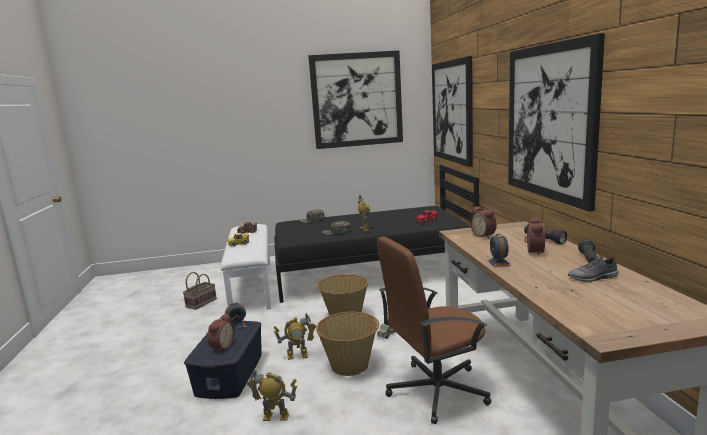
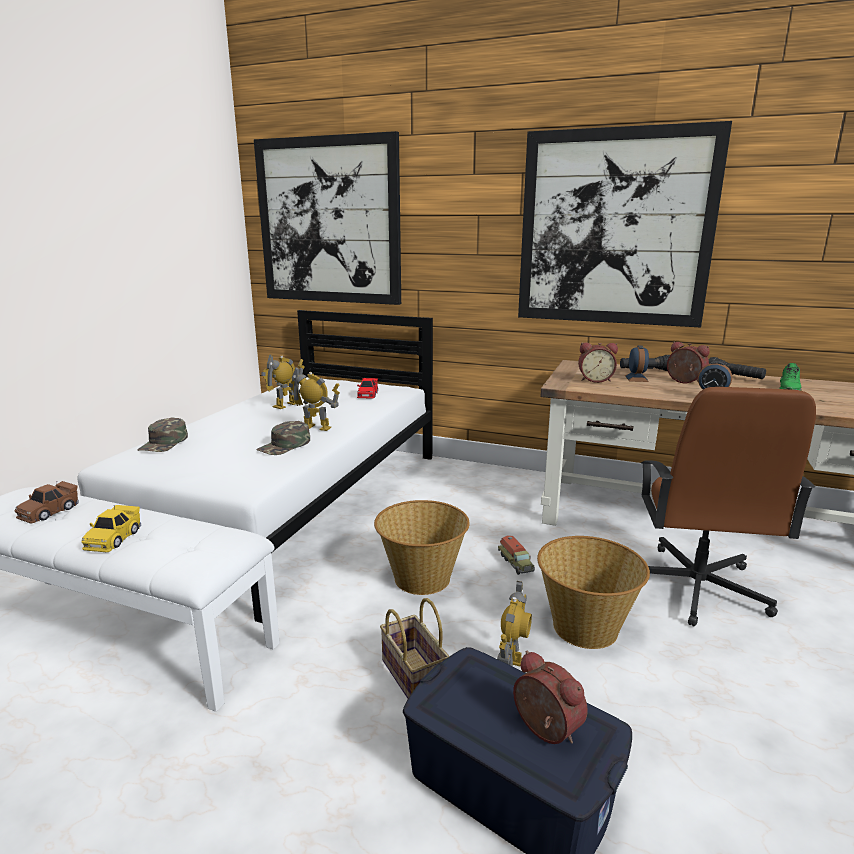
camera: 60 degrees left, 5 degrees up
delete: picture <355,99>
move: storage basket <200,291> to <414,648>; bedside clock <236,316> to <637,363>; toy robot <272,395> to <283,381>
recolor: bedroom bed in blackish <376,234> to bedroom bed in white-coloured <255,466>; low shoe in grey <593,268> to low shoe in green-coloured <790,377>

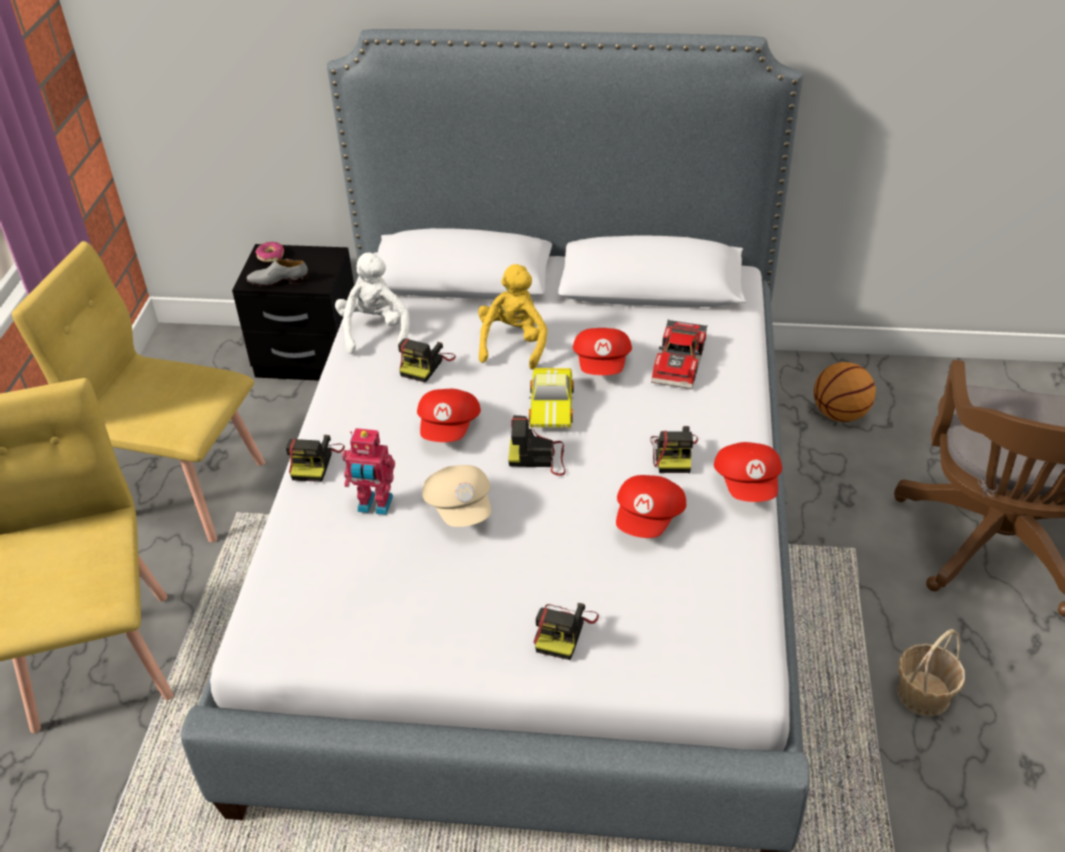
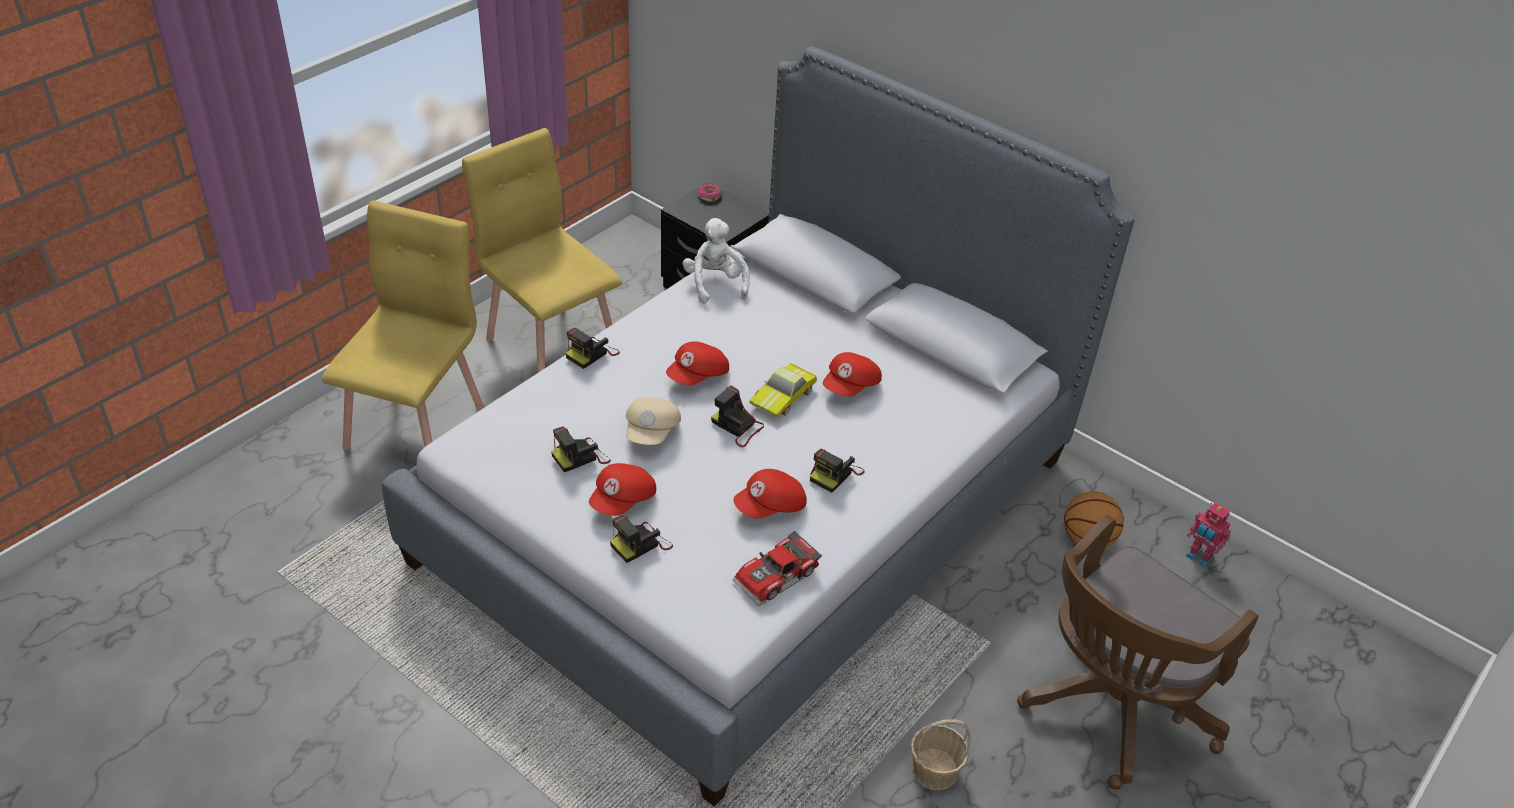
camera: 30 degrees right, 0 degrees up
delete: low shoe in grey <278,272>; plush toy in yellow <512,316>
move: model car <679,354> to <777,568>; still camera <427,360> to <581,449>; toy robot <368,471> to <1208,535>; baseball cap in reddish <748,472> to <622,489>
rotate: plush toy in white-coloured <372,303> = <716,261> 45 degrees counterclockwise

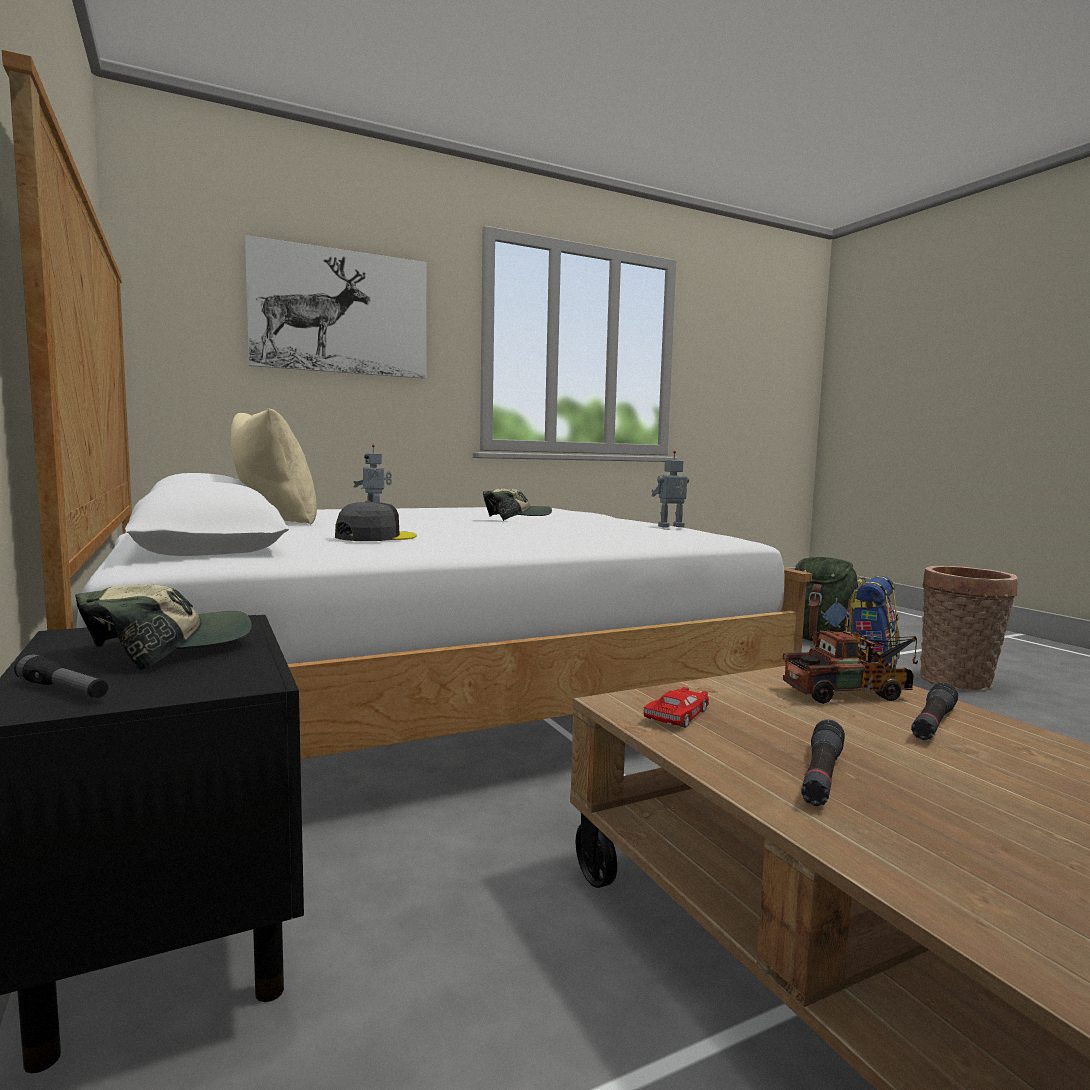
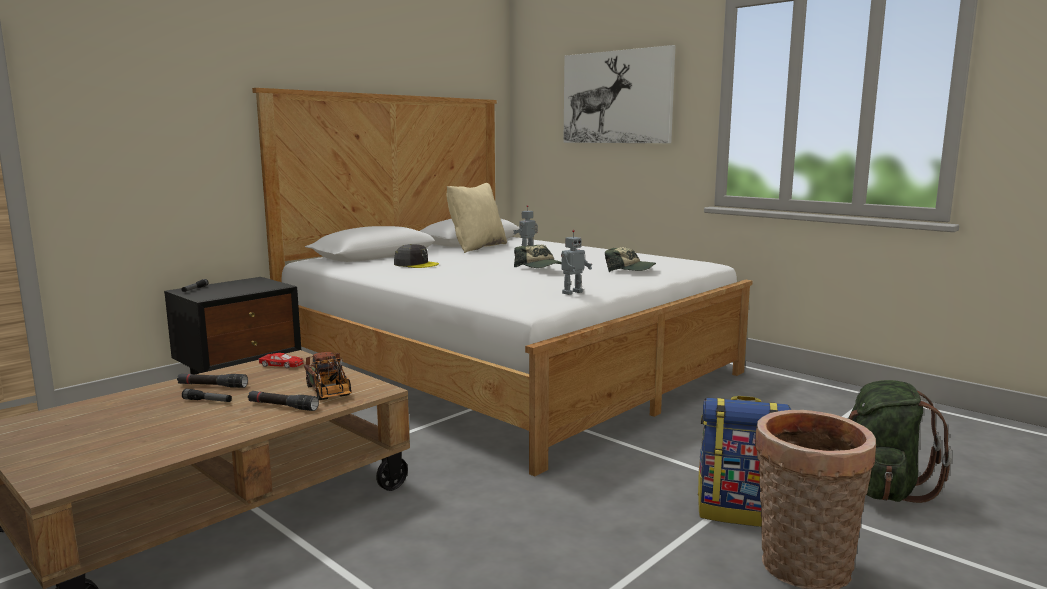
camera: 70 degrees right, 5 degrees up
insert: torch <207,395>
move: baseball cap <163,627> to <630,259>
rotate: toy robot <670,489> = <576,262> 90 degrees clockwise

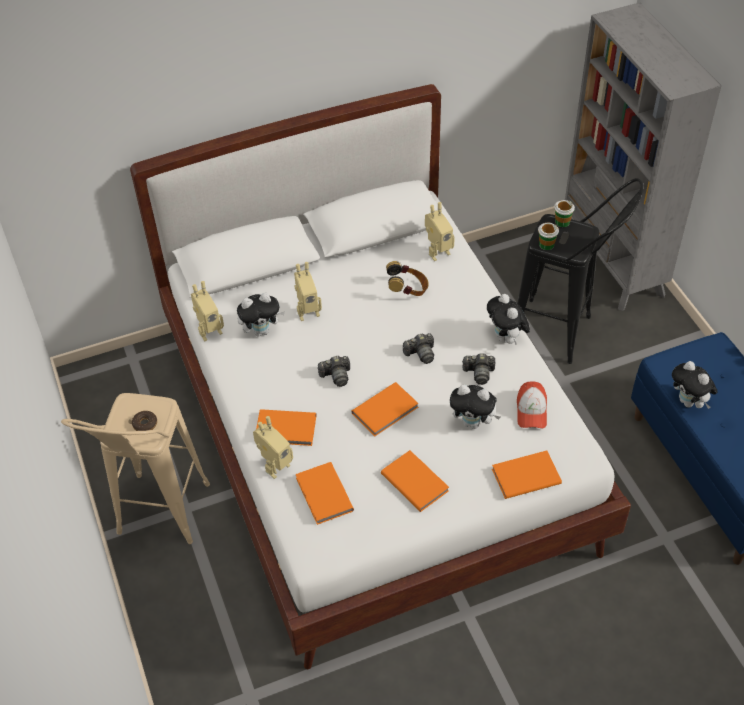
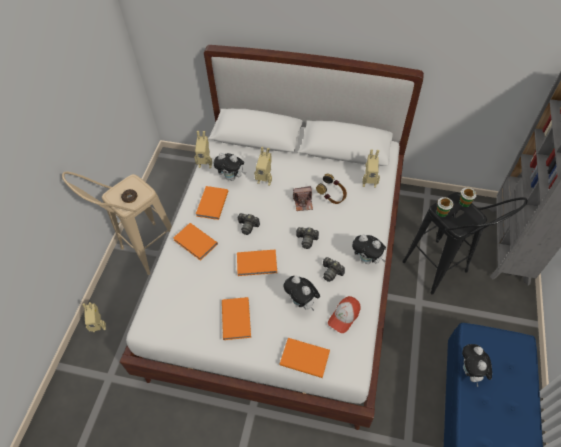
camera: 35 degrees right, 5 degrees up
insert: still camera <303,198>
move: toy robot <273,447> to <94,317>; book in orange-coloured <324,493> to <212,203>
rotate: plush toy <508,319> = <369,249> 75 degrees counterclockwise

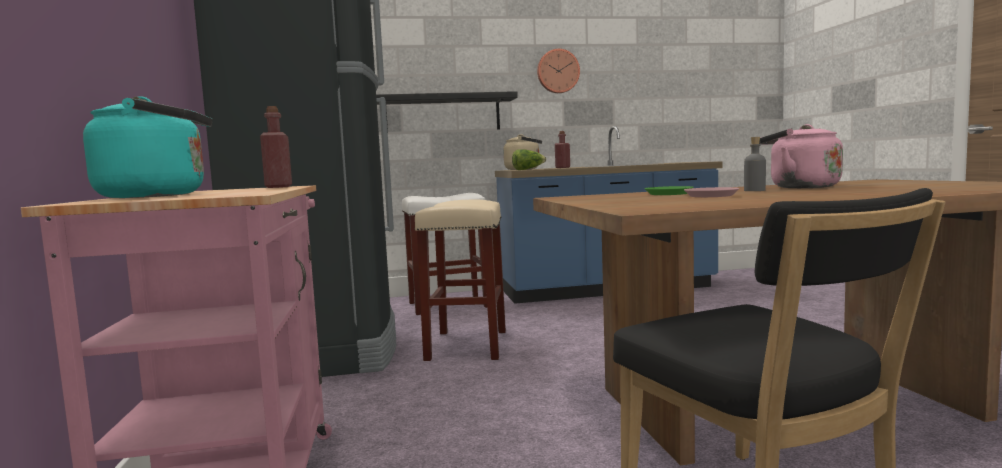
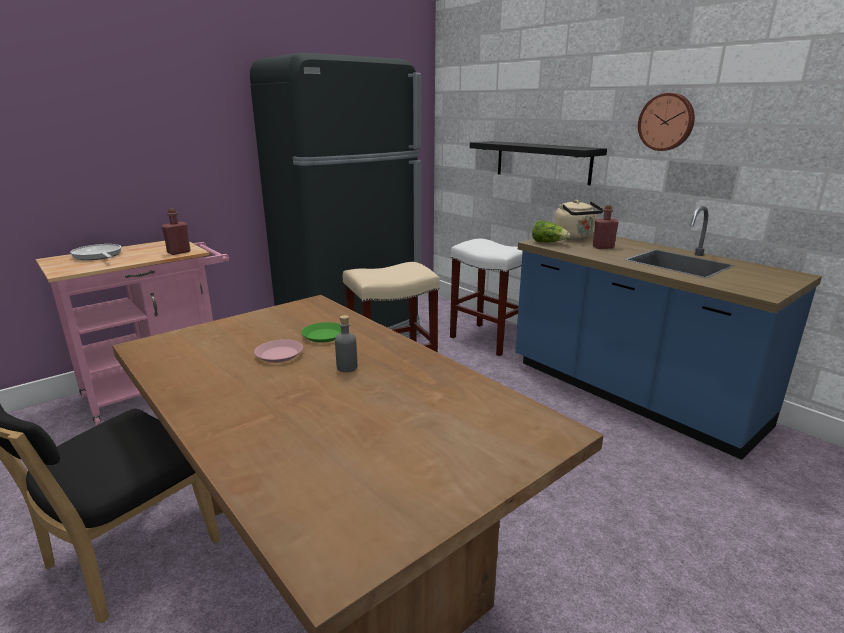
camera: 60 degrees right, 15 degrees up
delete: tea kettle in pink <801,156>
replace: tea kettle in turquoise-coloured <147,147> to pan <95,252>

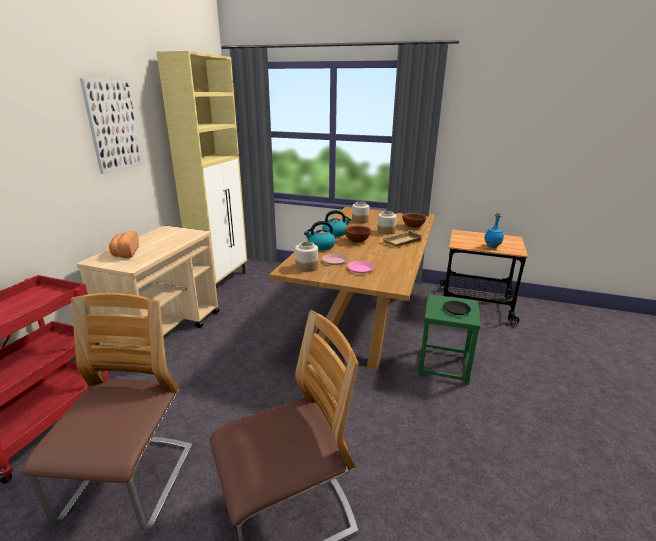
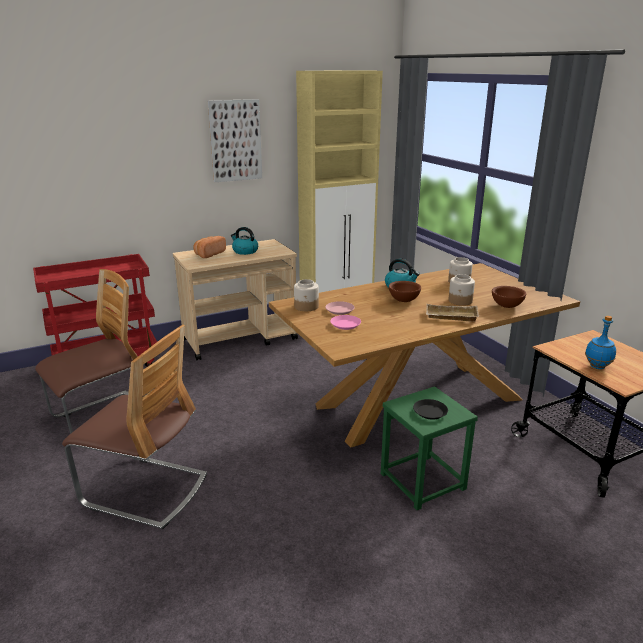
camera: 45 degrees right, 0 degrees up
move: tea kettle <320,235> to <244,241>

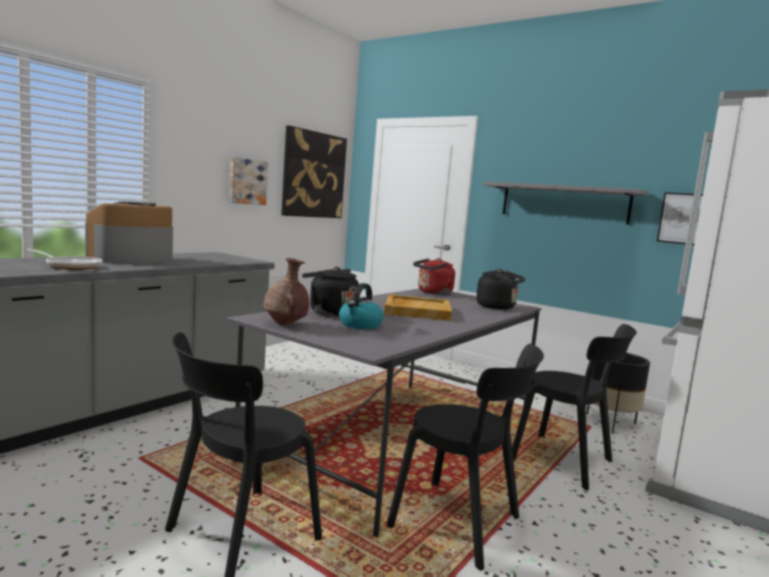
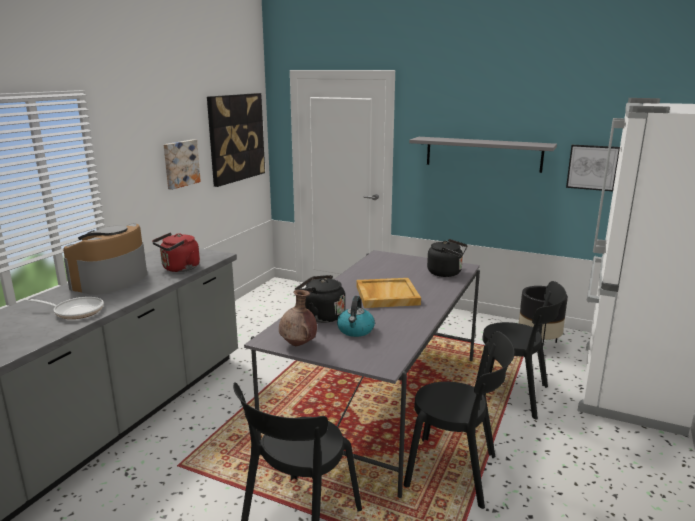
camera: 10 degrees left, 10 degrees up
move: tea kettle in reddish <434,276> to <176,252>

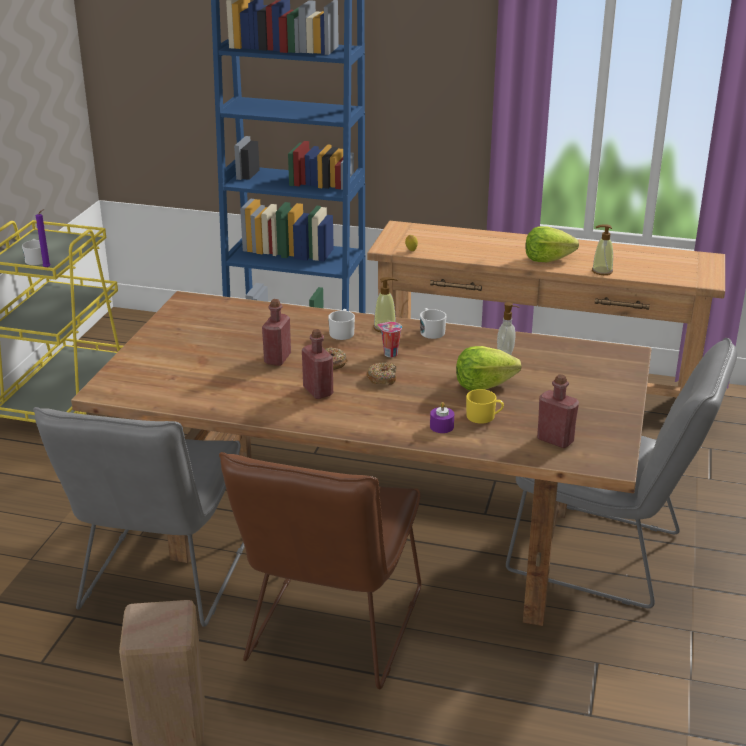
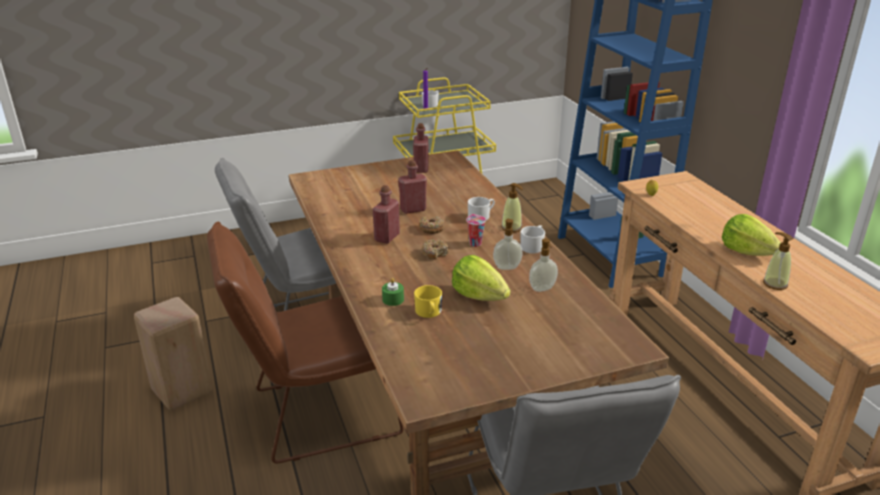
camera: 55 degrees right, 0 degrees up
insert: soap dispenser <508,244>
move: beverage bottle in reddish <558,411> to <421,148>
recolor: wax candle in purple <442,417> to wax candle in green-coloured <393,292>

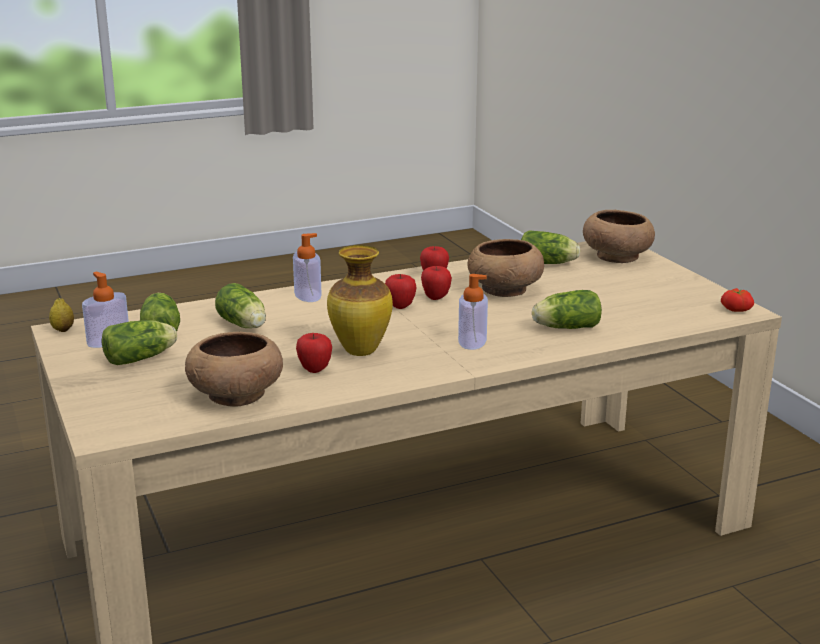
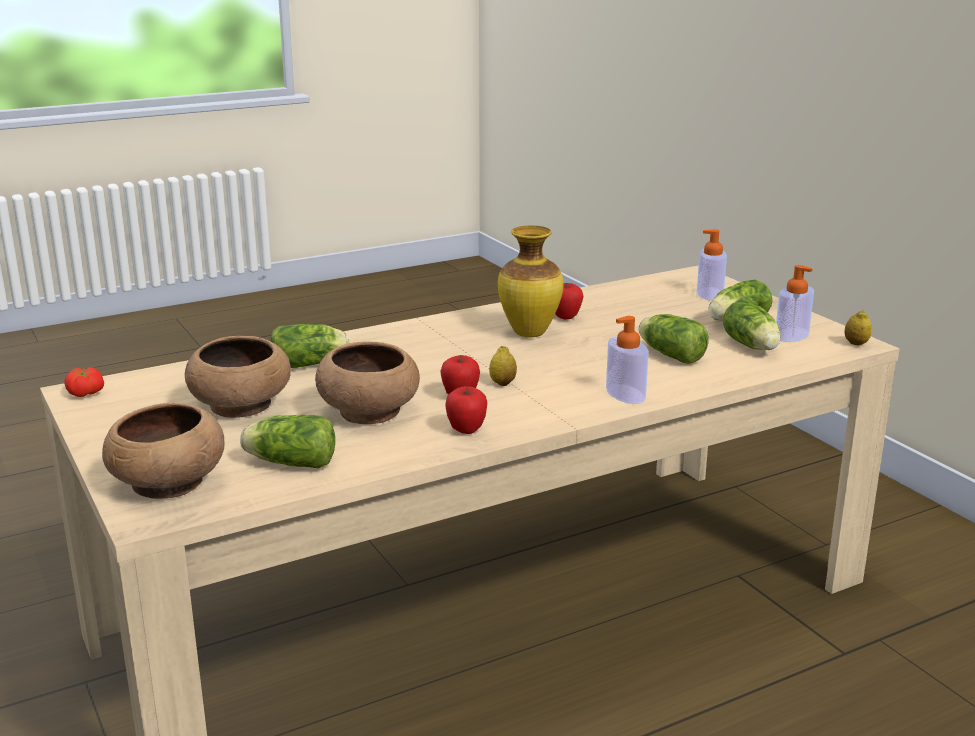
camera: 175 degrees right, 0 degrees up
move: soap dispenser <473,312> to <712,265>; deep dish in brownish <234,369> to <238,377>
replace: apple <401,291> to lemon <503,366>

